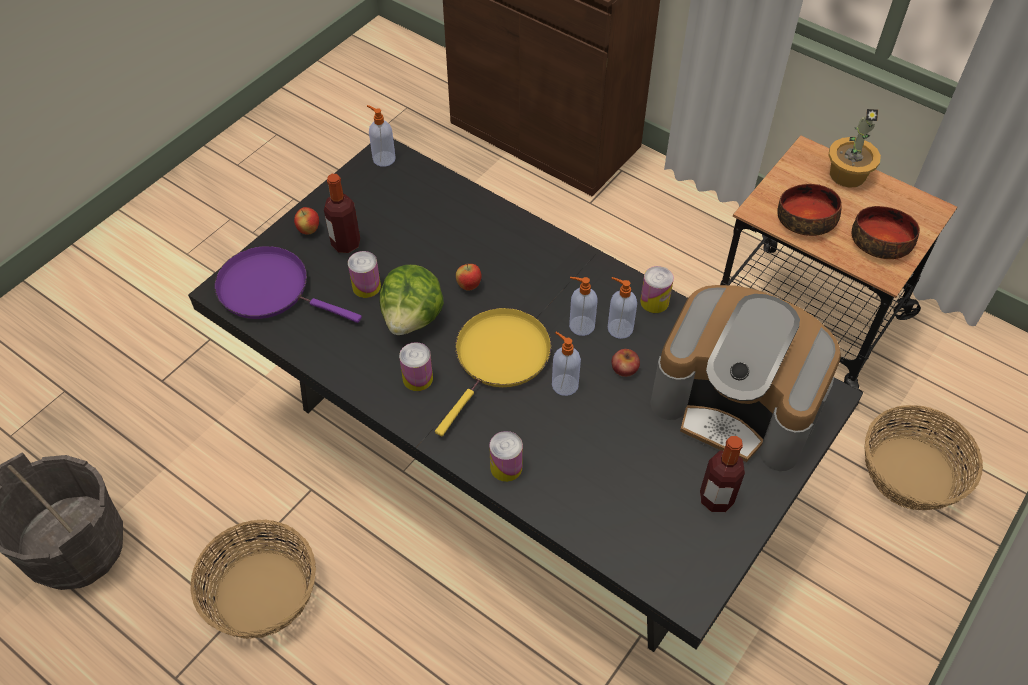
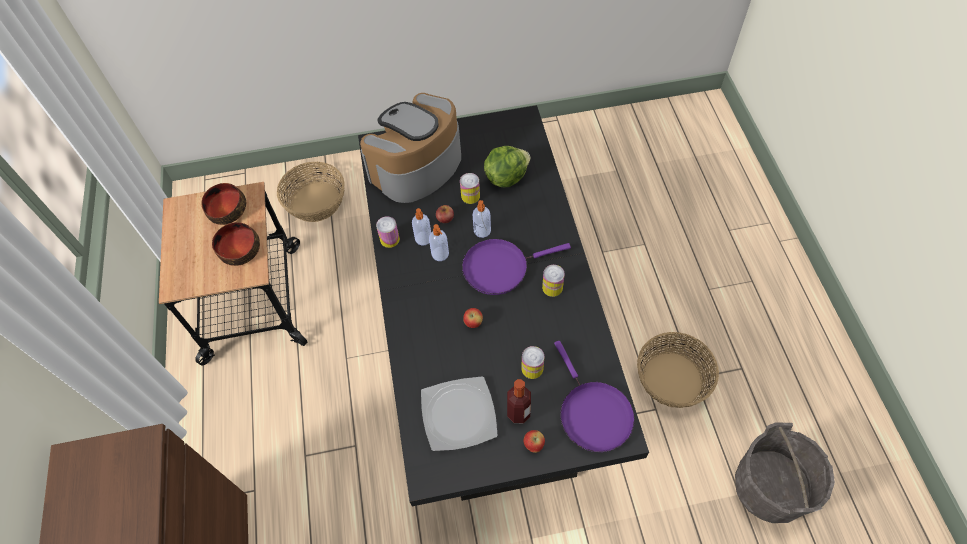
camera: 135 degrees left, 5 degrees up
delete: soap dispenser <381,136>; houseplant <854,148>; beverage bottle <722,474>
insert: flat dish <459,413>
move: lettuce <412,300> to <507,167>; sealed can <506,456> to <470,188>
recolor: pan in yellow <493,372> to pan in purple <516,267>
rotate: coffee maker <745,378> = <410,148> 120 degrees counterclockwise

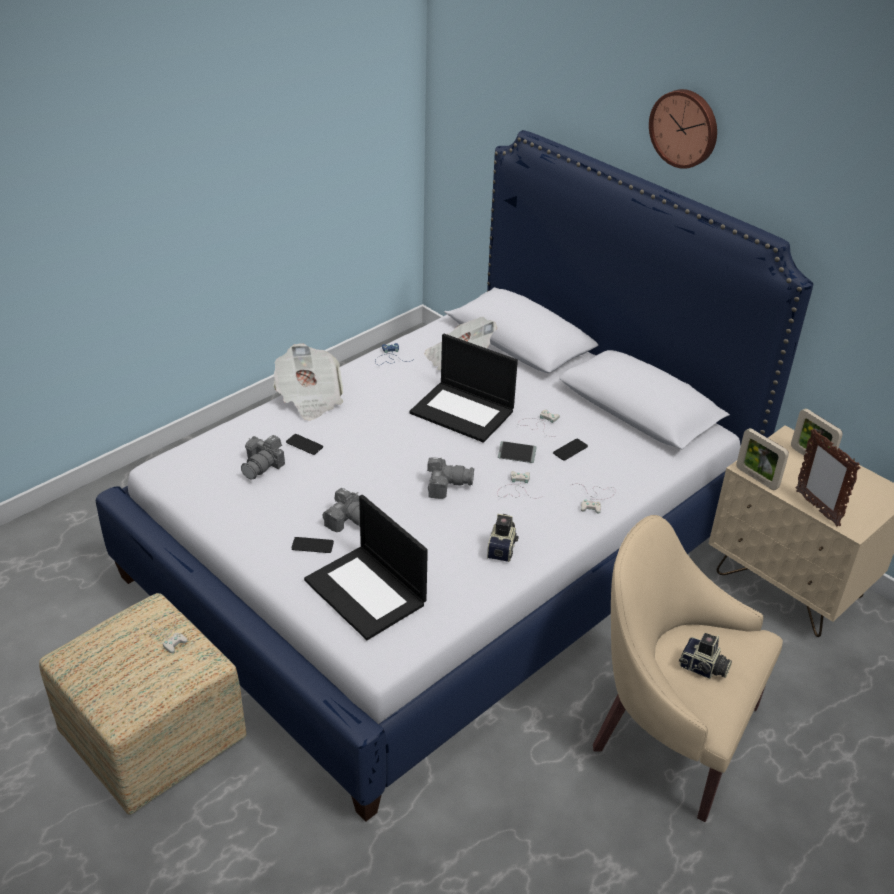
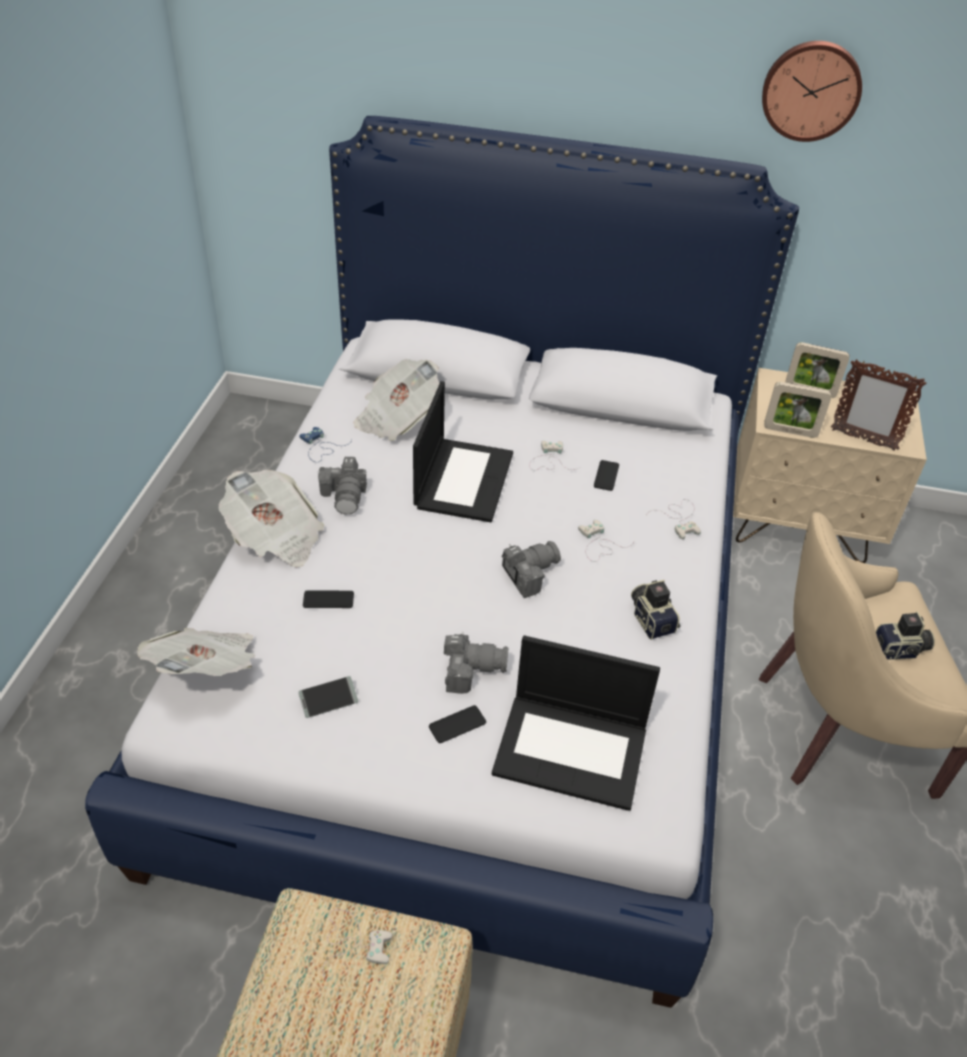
camera: 35 degrees left, 5 degrees up
insert: daily paper <196,652>
move: hanging clock <683,129> to <812,91>; still camera <263,457> to <342,485>; handset <517,452> to <328,697>
rotate: laptop <464,388> = <463,451> 75 degrees counterclockwise

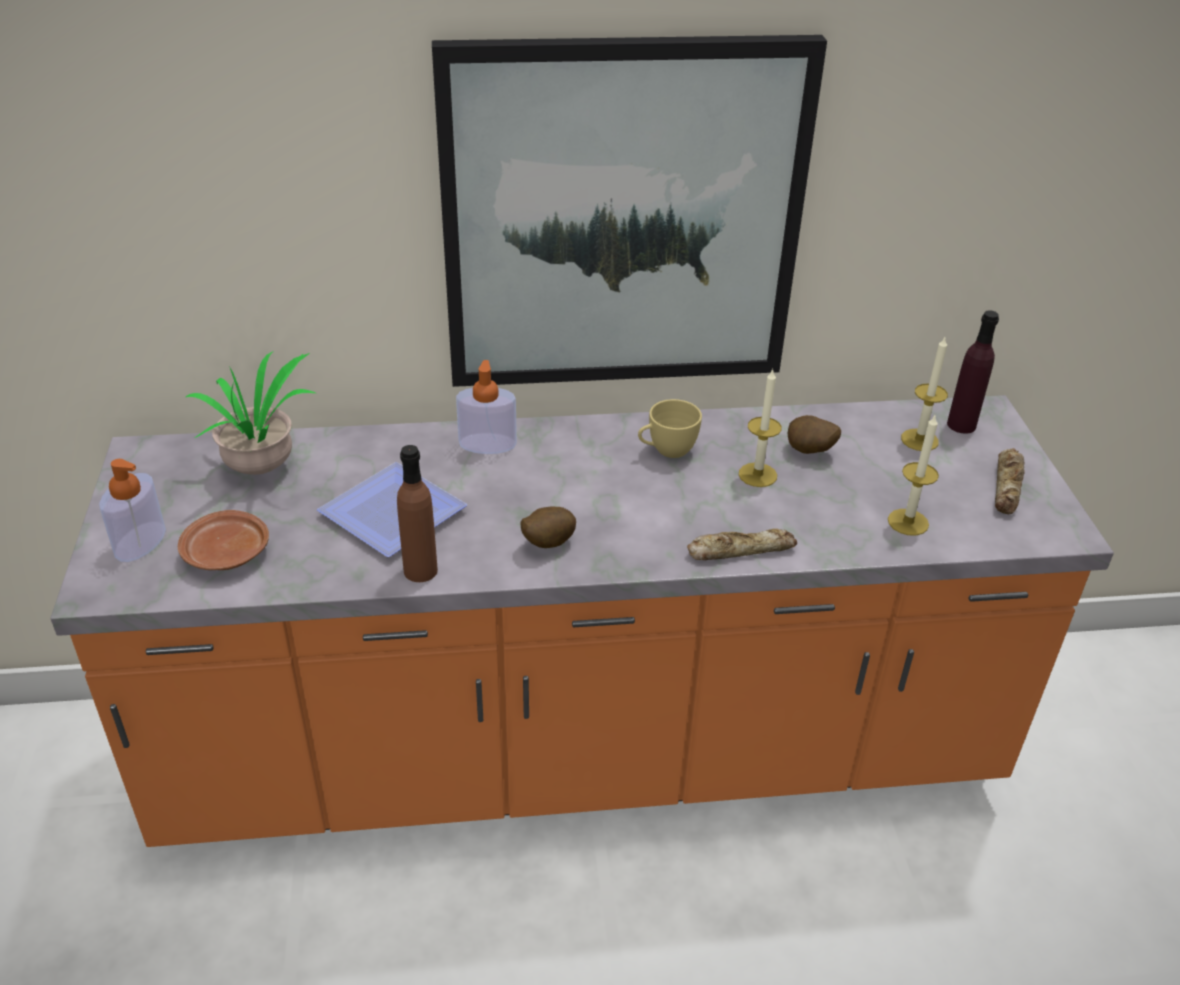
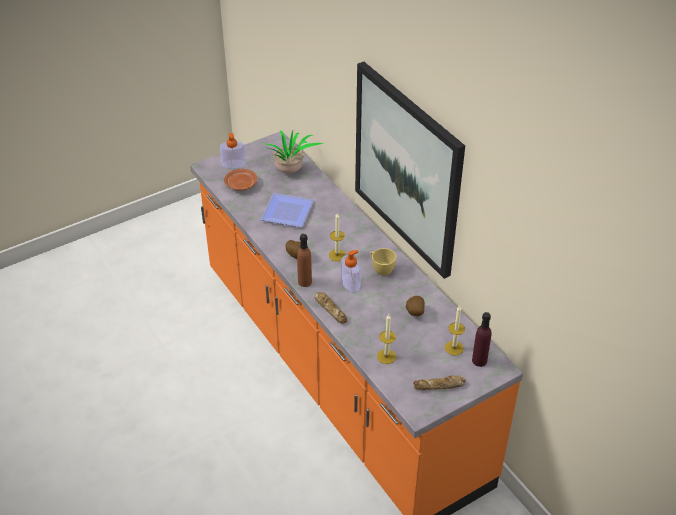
camera: 65 degrees right, 5 degrees up
move: soap dispenser <486,407> to <351,271>; wax candle <760,427> to <337,237>; beverage bottle in brownish <417,513> to <304,260>

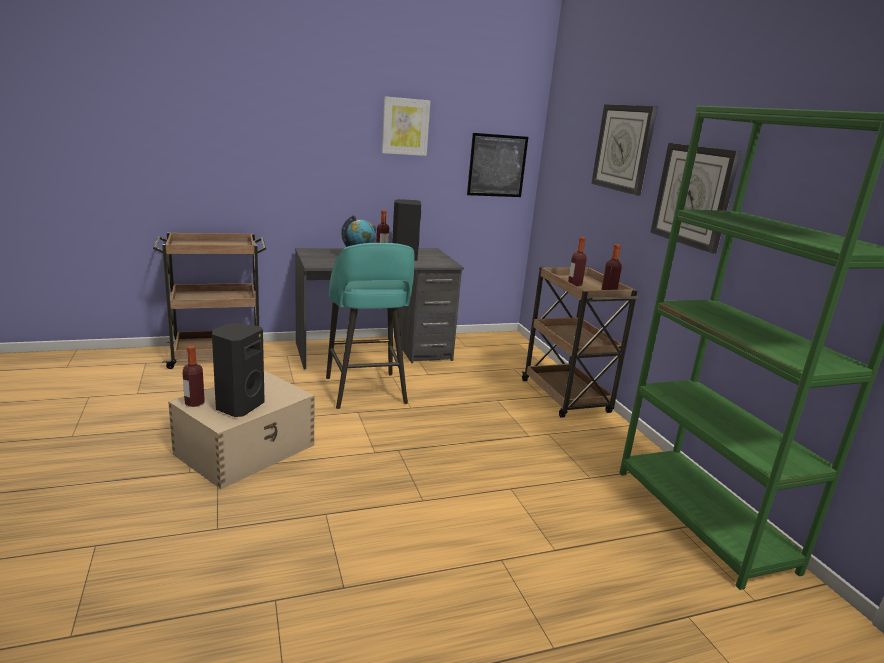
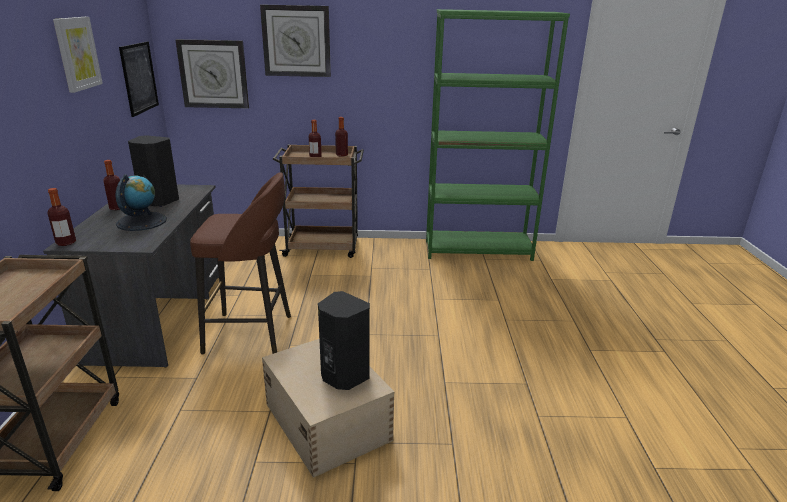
camera: 70 degrees left, 5 degrees up
move: hanging clock <695,198> to <212,73>; beverage bottle <194,376> to <61,217>
recolor: stool in turquoise-coloured <370,326> to stool in brownish <240,263>

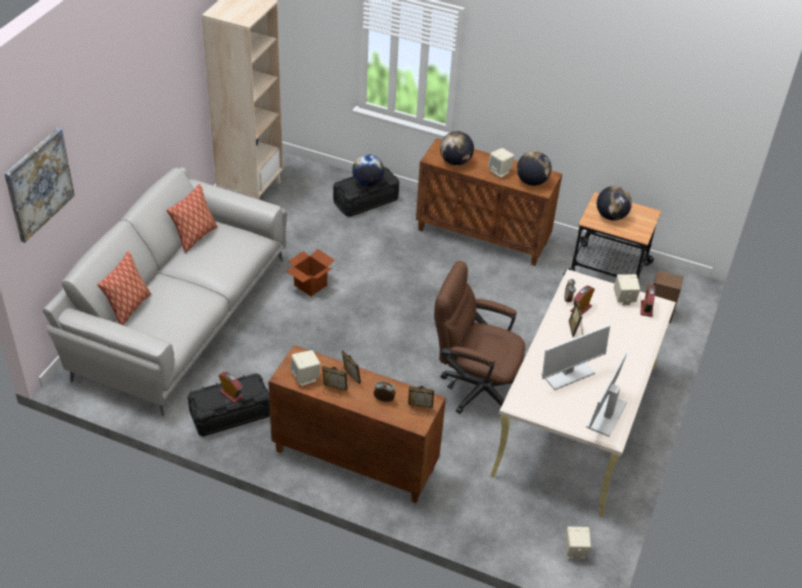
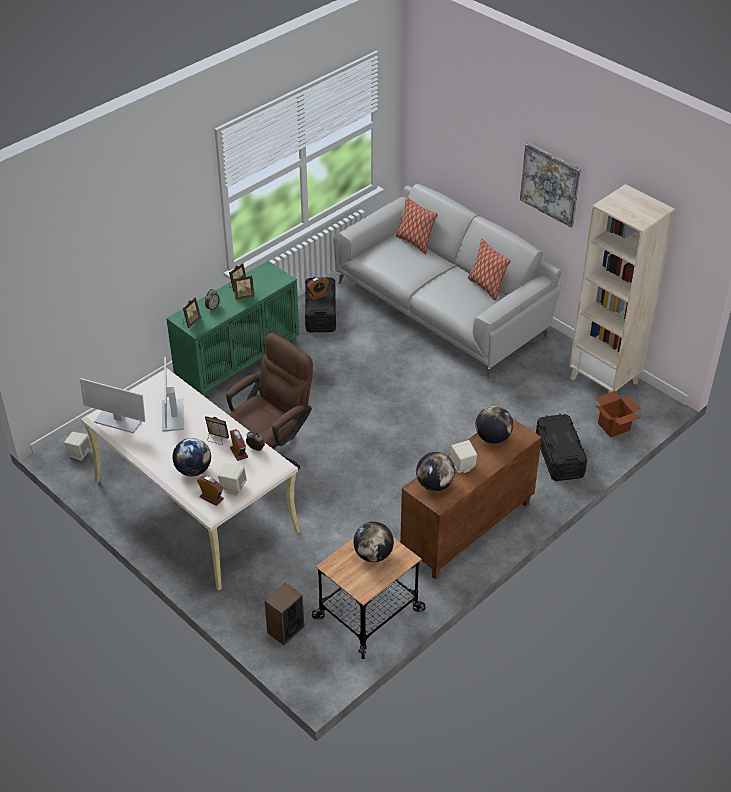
camera: 115 degrees right, 0 degrees up
delete: loudspeaker in beige <305,368>
move: picture <40,185> to <550,185>; globe <368,170> to <191,457>; cardboard box <310,272> to <618,414>
recolor: cupboard in brownish <357,424> to cupboard in green-coloured <232,329>
rotate: monitor <607,393> = <112,405> 150 degrees clockwise

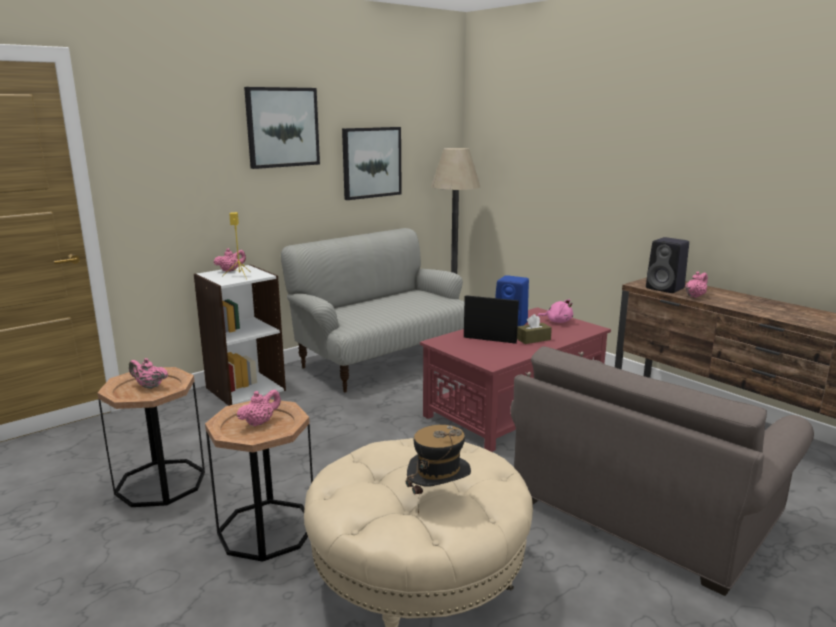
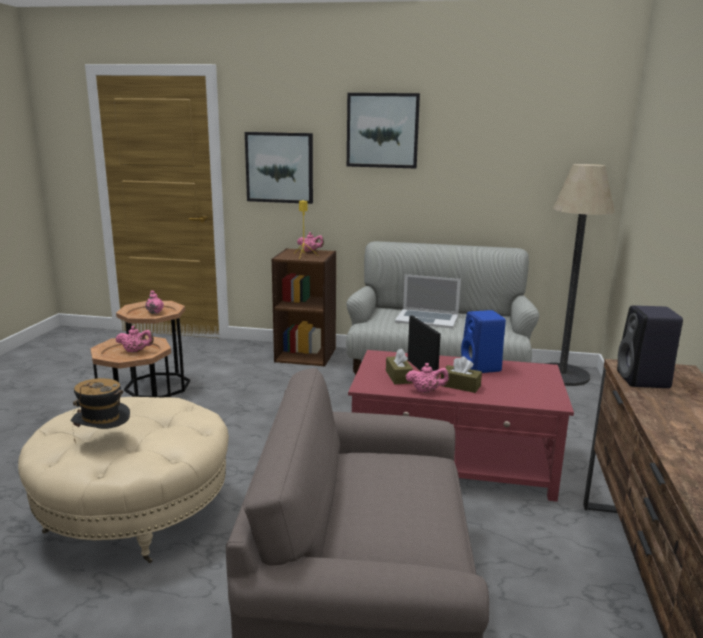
camera: 50 degrees right, 0 degrees up
delete: plush toy in pink <555,311>
insert: laptop <428,301>; tissue box in brownish <399,367>
move: picture <372,163> to <279,168>; teapot in pink <696,285> to <427,378>
recolor: bookshelf in white-coloured <240,335> to bookshelf in brownish <304,307>

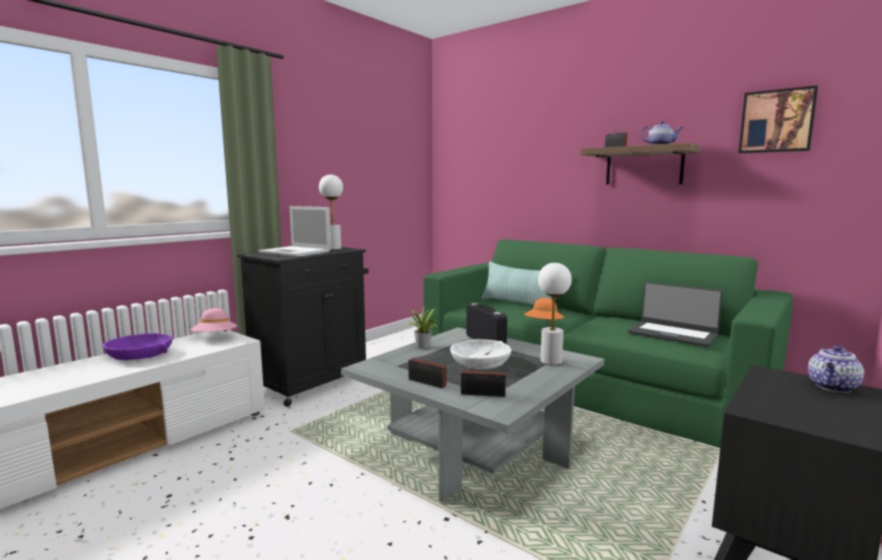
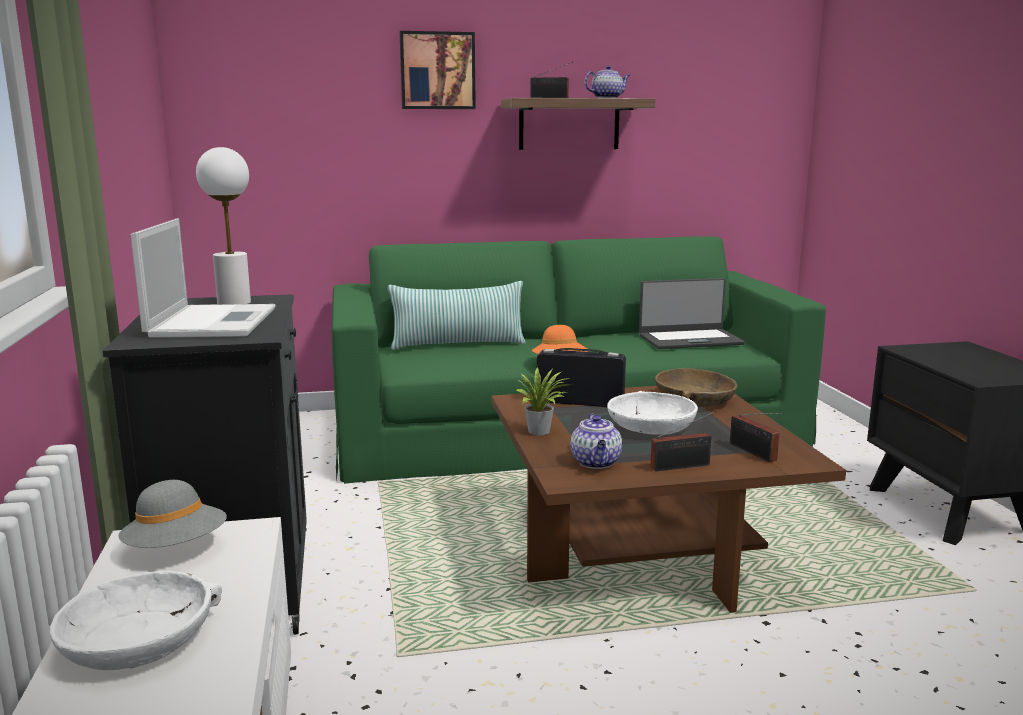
camera: 50 degrees left, 5 degrees up
move: picture <778,119> to <438,70>; teapot <836,369> to <596,441>
replace: tabletop lamp in white-coloured <555,314> to deep dish in brownish <696,387>
recolor: clothing hat in pink <214,320> to clothing hat in grey <172,514>; coffee table in grey <472,415> to coffee table in brownish <669,499>; deep dish in purple <137,346> to deep dish in white-coloured <136,620>
rotate: laptop <295,231> = <203,278> 75 degrees counterclockwise; radio receiver <486,377> = <757,437> 105 degrees clockwise

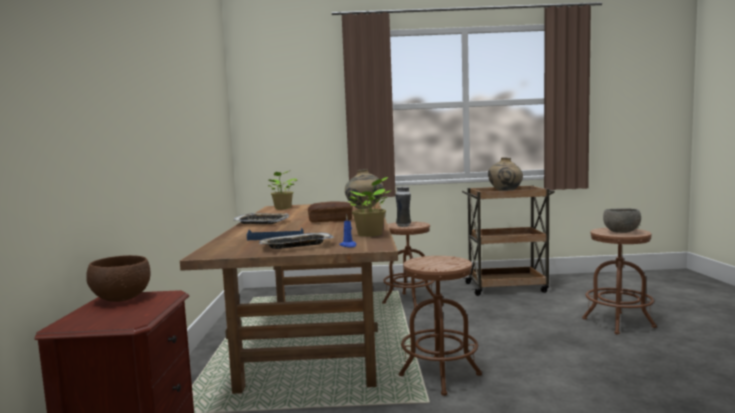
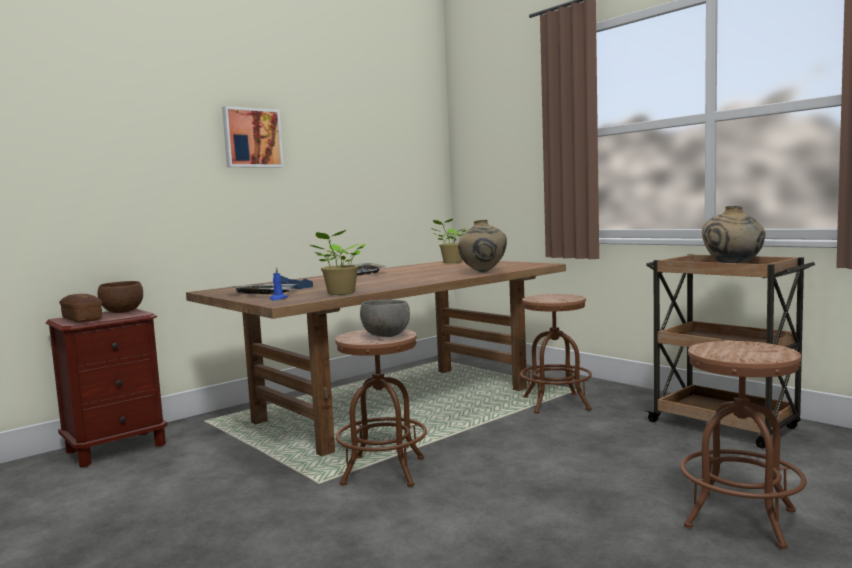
camera: 50 degrees right, 0 degrees up
delete: decorative vase <403,206>
insert: picture <253,137>
move: baked bread <330,212> to <80,308>; deep dish in grey <622,220> to <385,318>

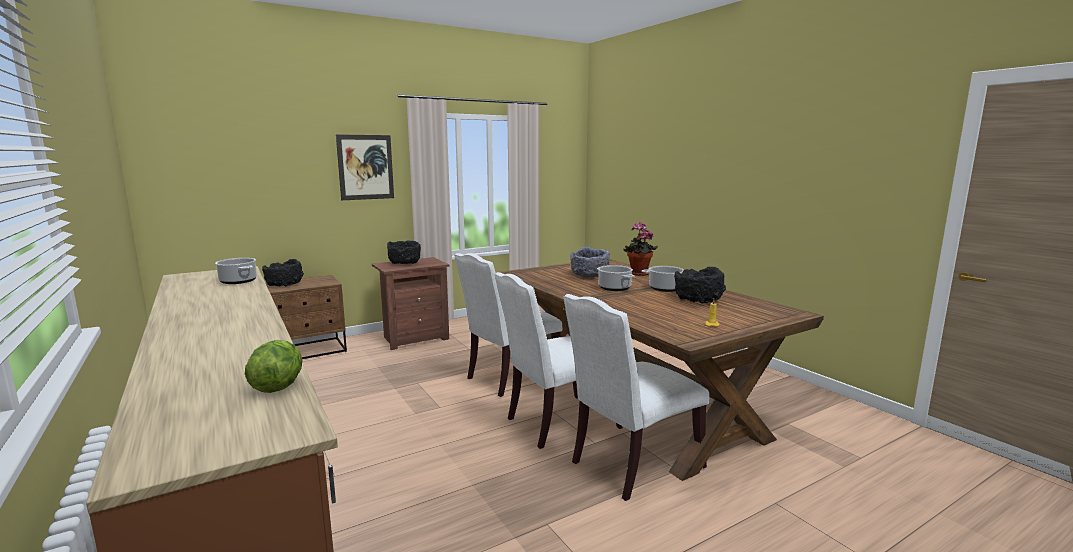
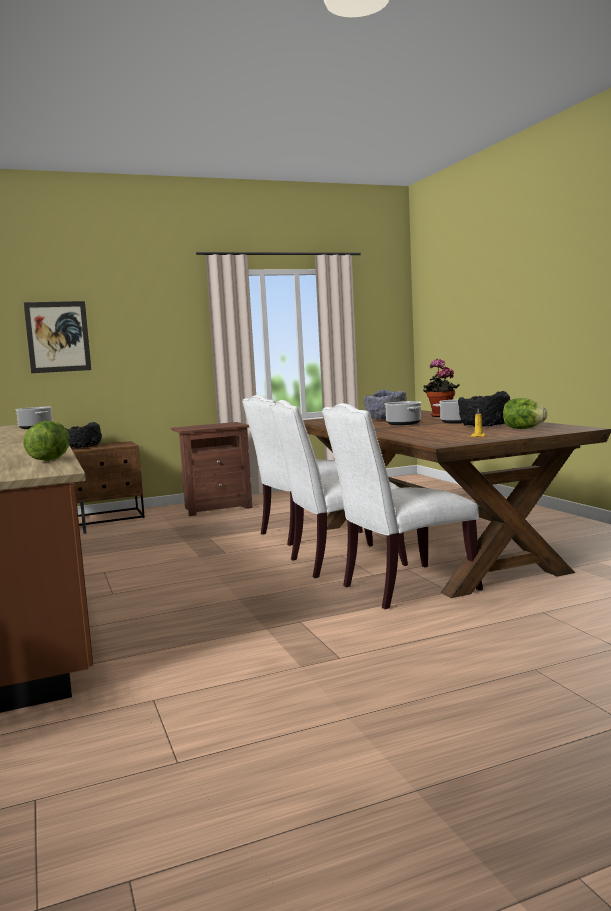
camera: 10 degrees right, 5 degrees down
delete: deep dish in blackish <404,252>
insert: lettuce <525,413>
move: picture <365,167> to <57,337>

